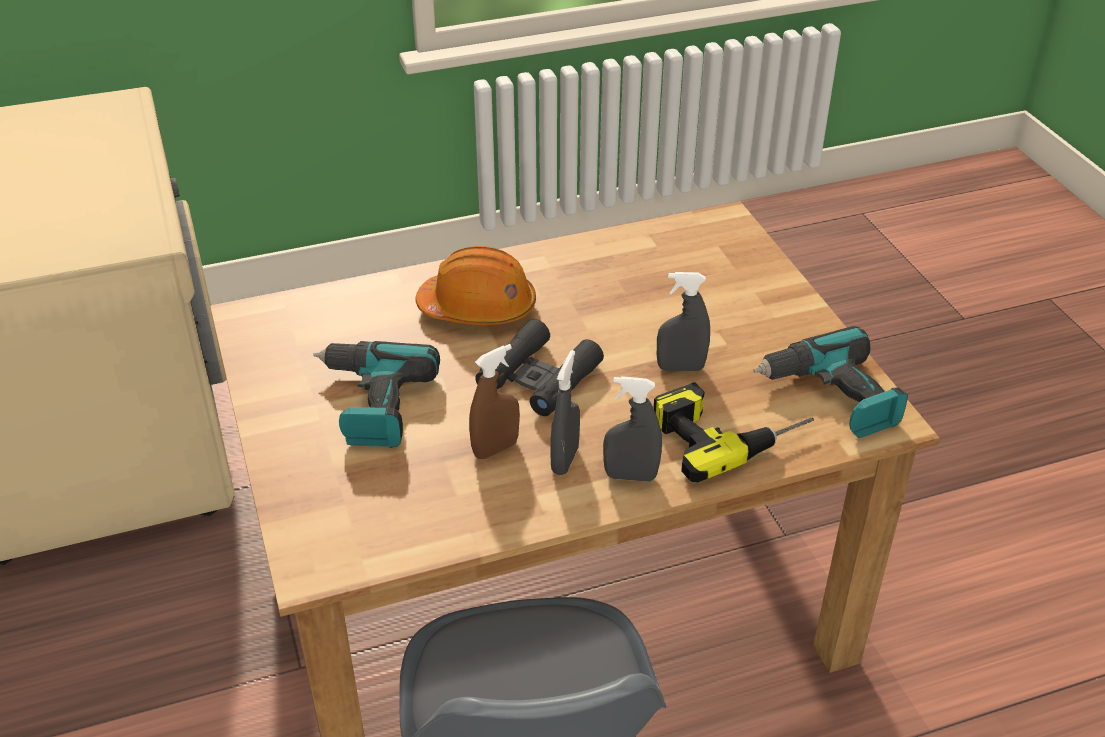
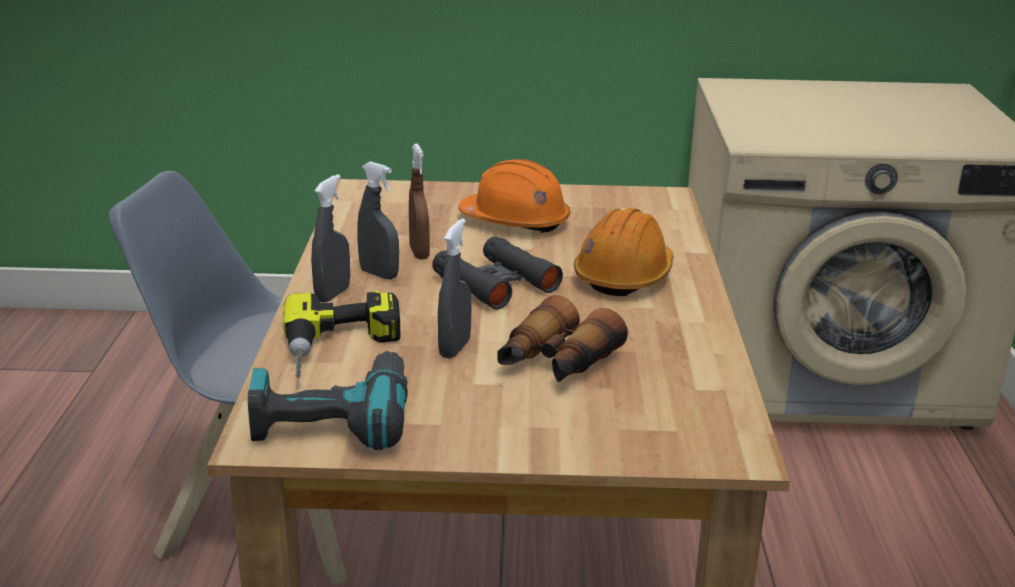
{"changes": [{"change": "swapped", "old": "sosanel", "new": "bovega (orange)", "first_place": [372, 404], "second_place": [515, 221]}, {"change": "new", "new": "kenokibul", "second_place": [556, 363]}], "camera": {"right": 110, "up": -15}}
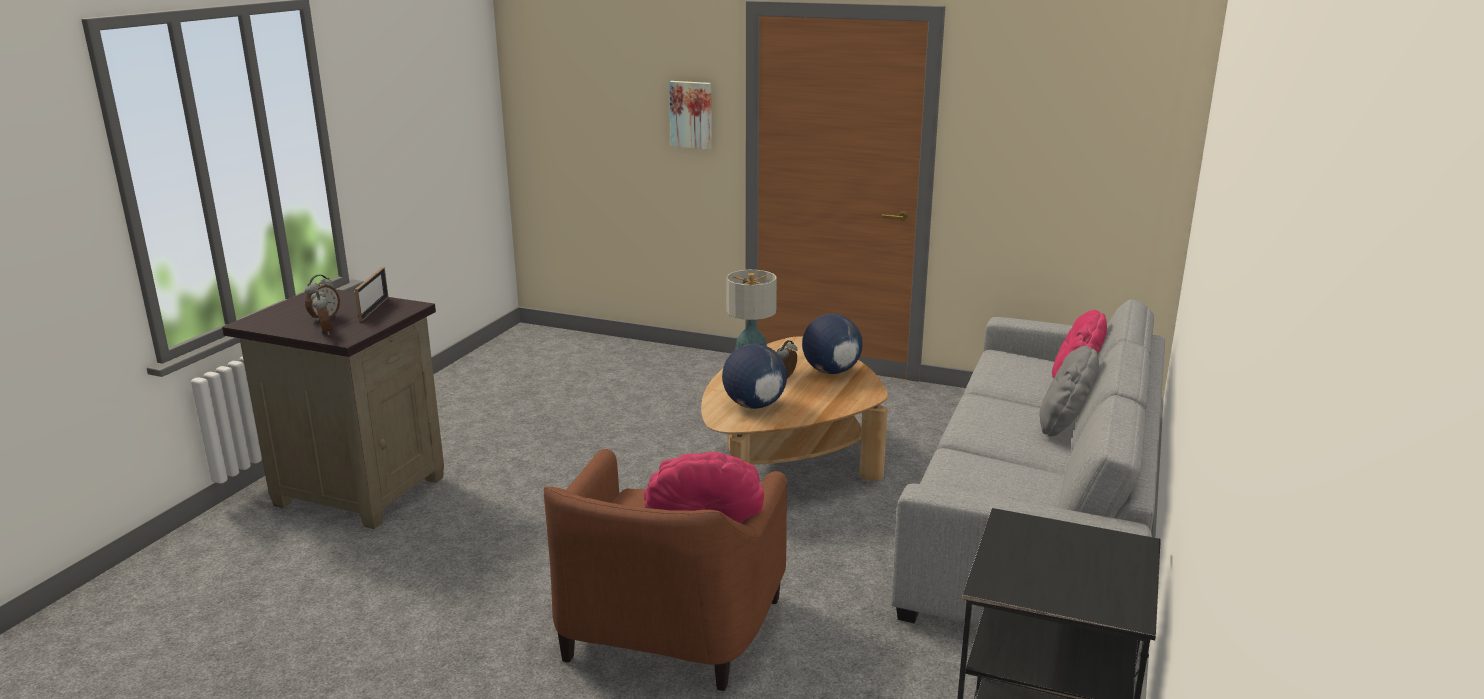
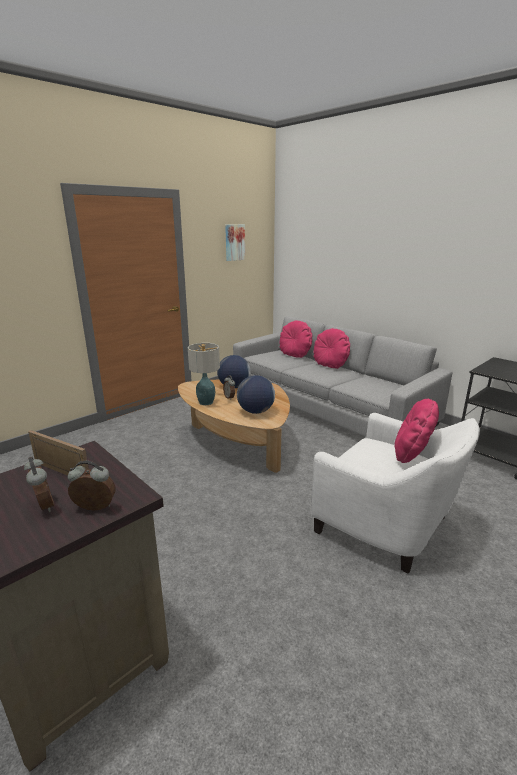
{"changes": [{"change": "repainted", "old": "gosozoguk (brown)", "new": "gosozoguk (white)", "first_place": [666, 631], "second_place": [386, 524]}, {"change": "shifted", "old": "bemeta", "first_place": [692, 114], "second_place": [234, 242]}, {"change": "repainted", "old": "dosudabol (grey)", "new": "dosudabol (pink)", "first_place": [1063, 429], "second_place": [330, 366]}], "camera": {"right": -65, "up": 0}}
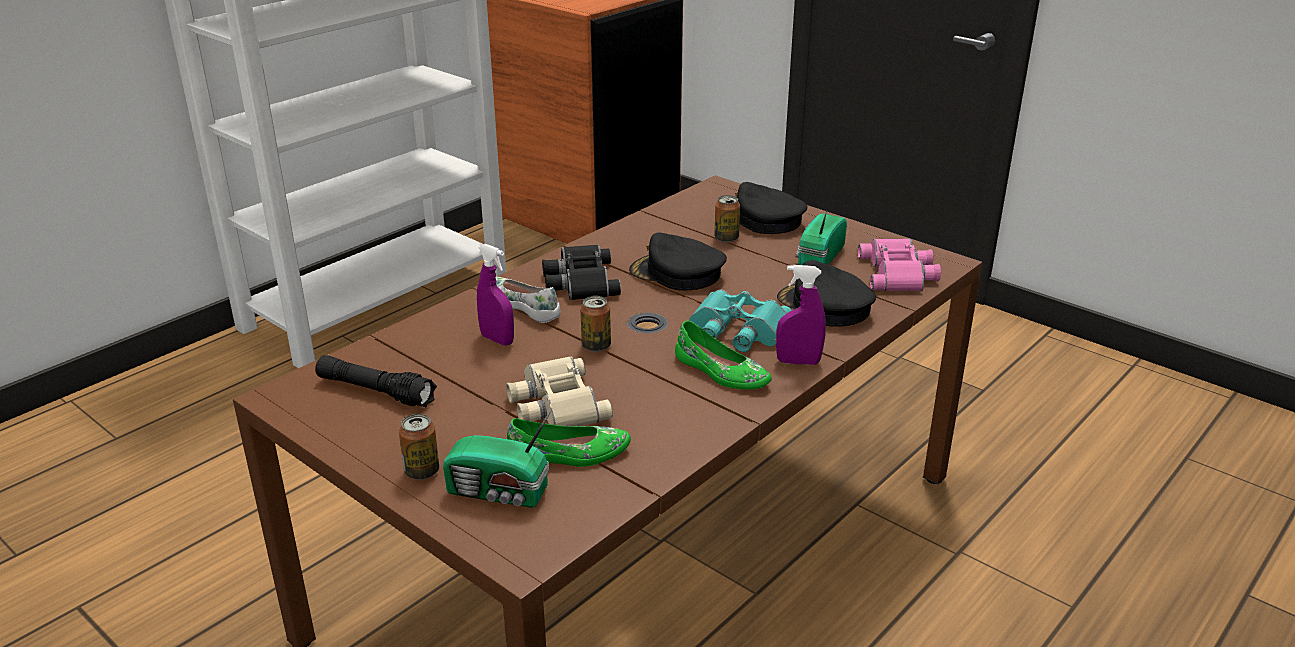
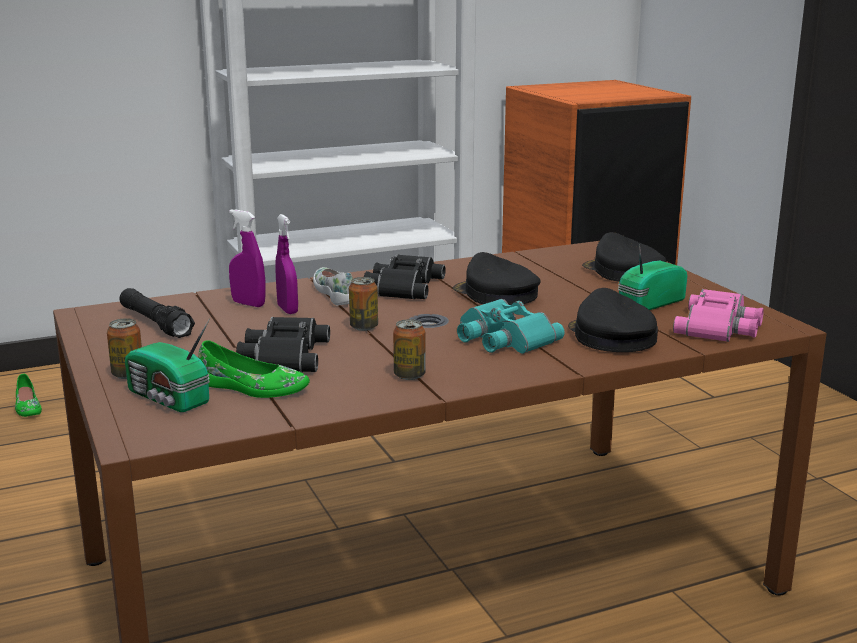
{"changes": [{"change": "repainted", "old": "kenokibul (beige)", "new": "kenokibul (black)", "first_place": [555, 404], "second_place": [282, 355]}, {"change": "shifted", "old": "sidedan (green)", "first_place": [721, 373], "second_place": [27, 407]}, {"change": "shifted", "old": "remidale", "first_place": [726, 238], "second_place": [409, 375]}, {"change": "shifted", "old": "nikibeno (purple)", "first_place": [798, 362], "second_place": [248, 304]}], "camera": {"right": 25, "up": -10}}
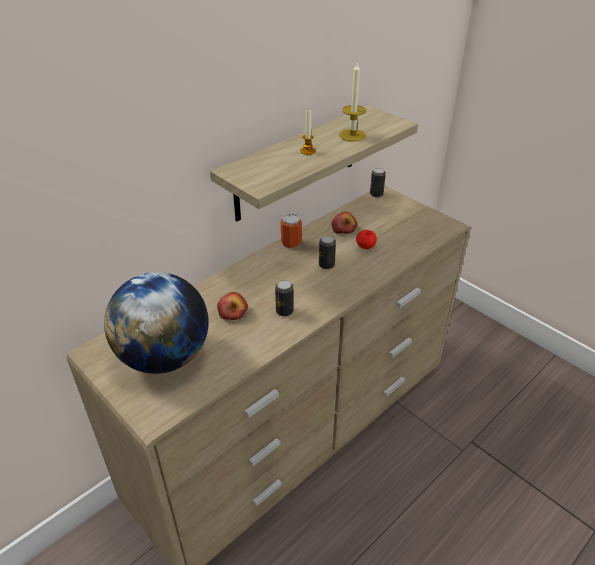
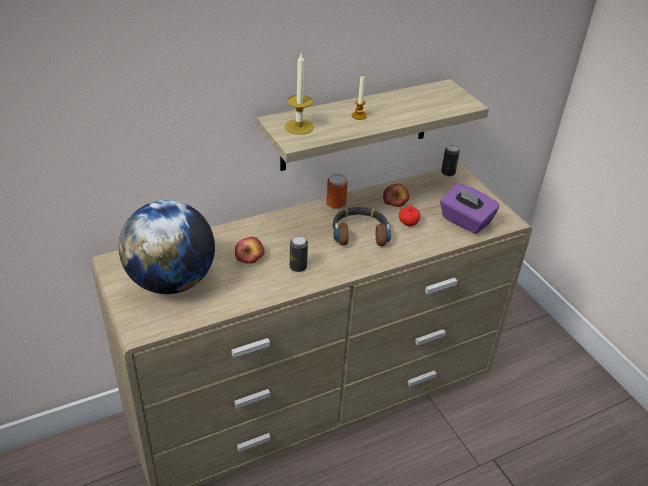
{"changes": [{"change": "swapped", "old": "remidale", "new": "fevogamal", "first_place": [326, 265], "second_place": [360, 233]}, {"change": "shifted", "old": "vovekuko", "first_place": [352, 135], "second_place": [299, 127]}, {"change": "new", "new": "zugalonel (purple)", "second_place": [465, 221]}], "camera": {"right": 15, "up": 0}}
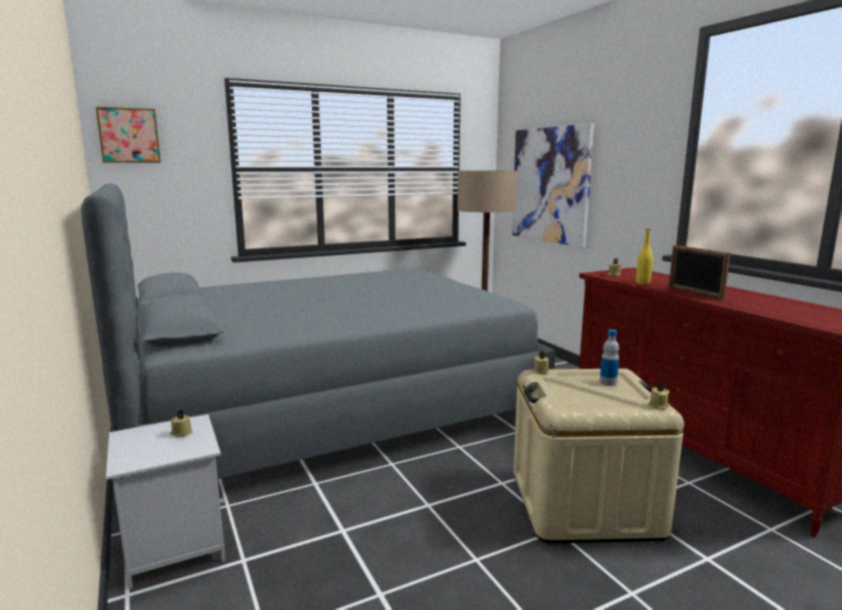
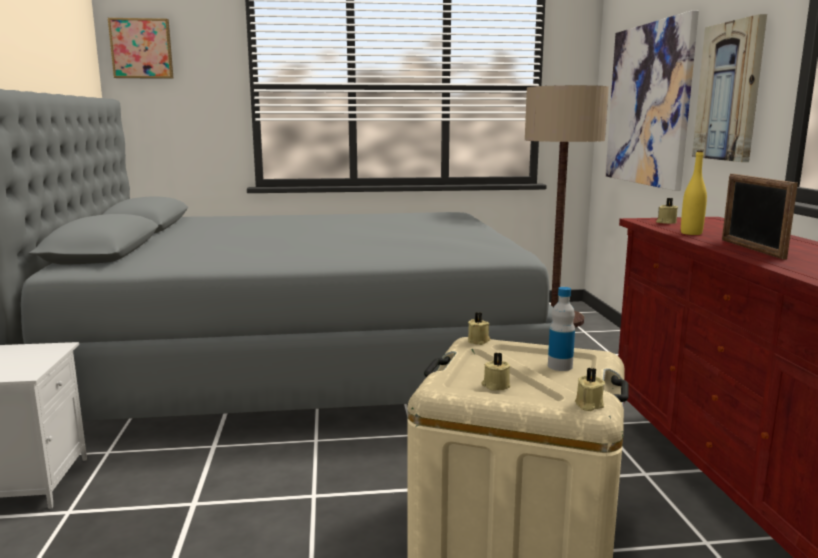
{"changes": [{"change": "shifted", "old": "vovekuko (beige)", "first_place": [181, 433], "second_place": [495, 386]}, {"change": "new", "new": "bemeta", "second_place": [729, 91]}], "camera": {"right": 20, "up": 0}}
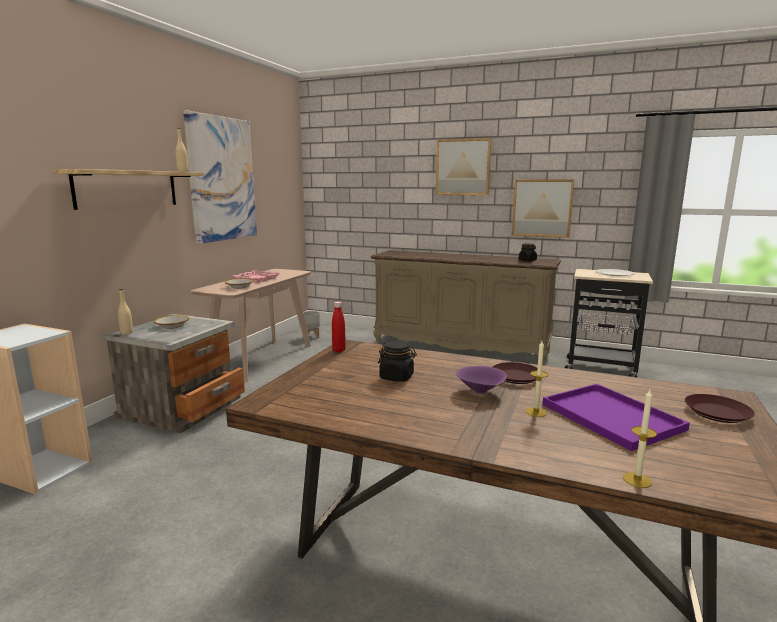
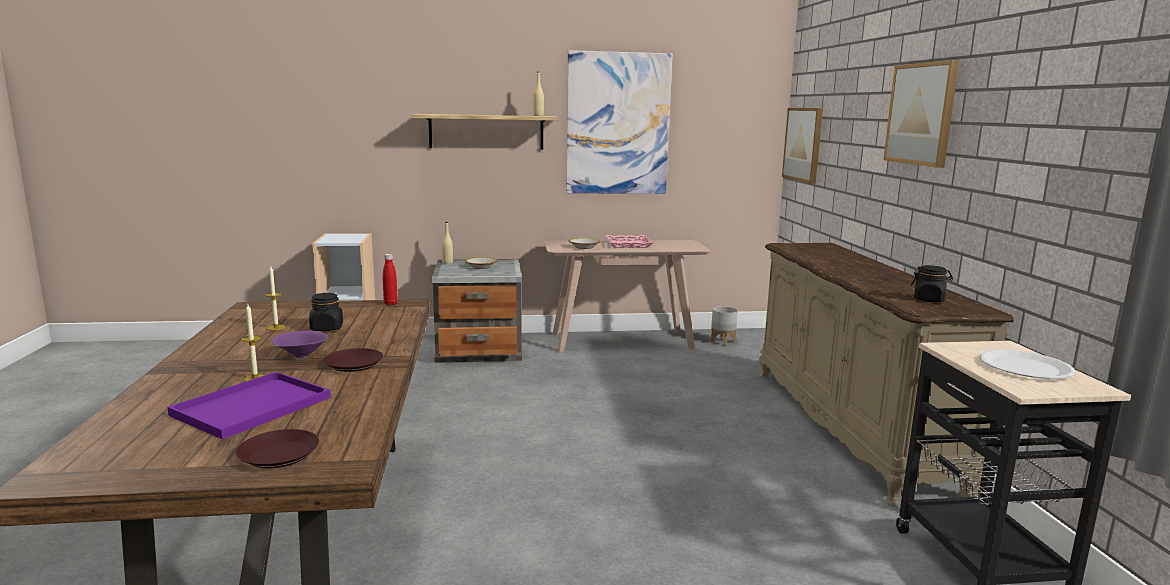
{"changes": [{"change": "shifted", "old": "bemeta", "first_place": [542, 208], "second_place": [803, 144]}, {"change": "shifted", "old": "vovekuko", "first_place": [637, 480], "second_place": [276, 327]}], "camera": {"right": 60, "up": 0}}
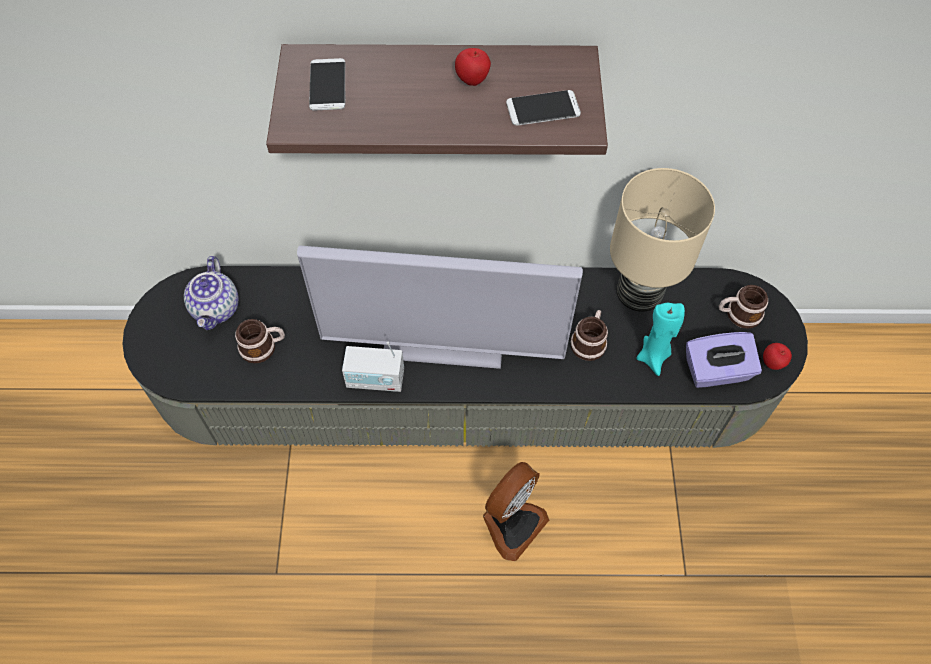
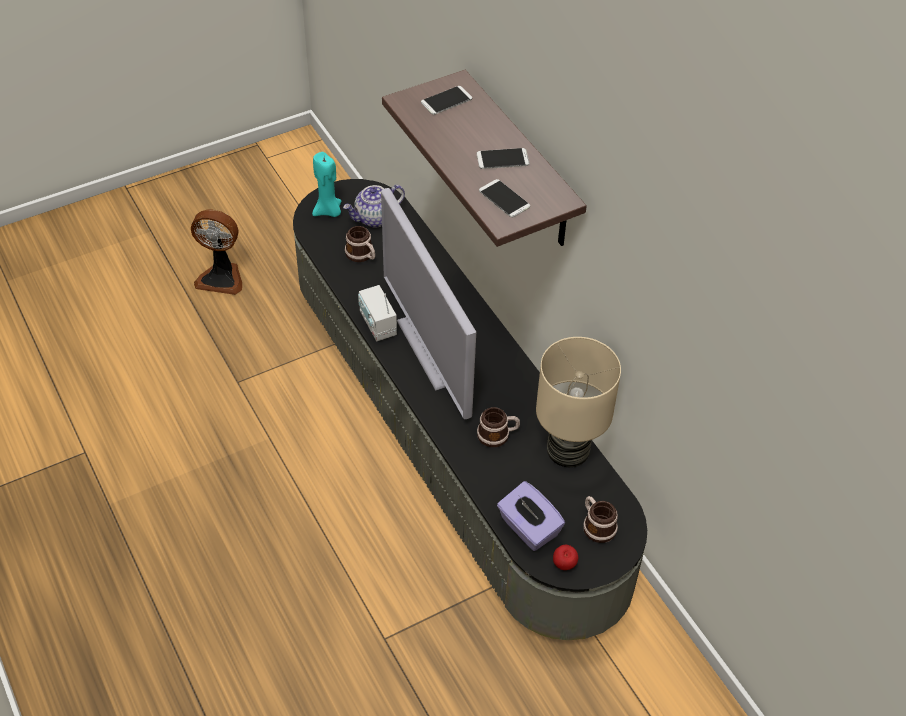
{"changes": [{"change": "swapped", "old": "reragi", "new": "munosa", "first_place": [472, 80], "second_place": [502, 159]}, {"change": "shifted", "old": "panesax", "first_place": [511, 523], "second_place": [221, 277]}, {"change": "shifted", "old": "vovekuko (turquoise)", "first_place": [653, 357], "second_place": [328, 211]}], "camera": {"right": 60, "up": -10}}
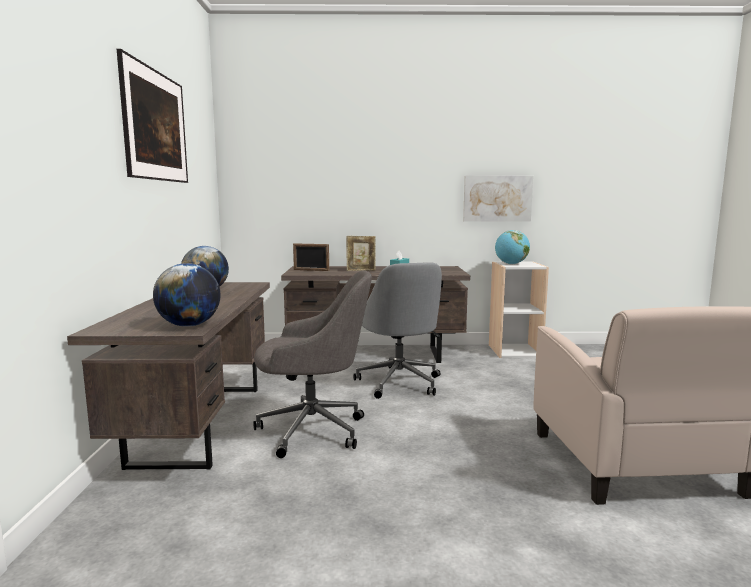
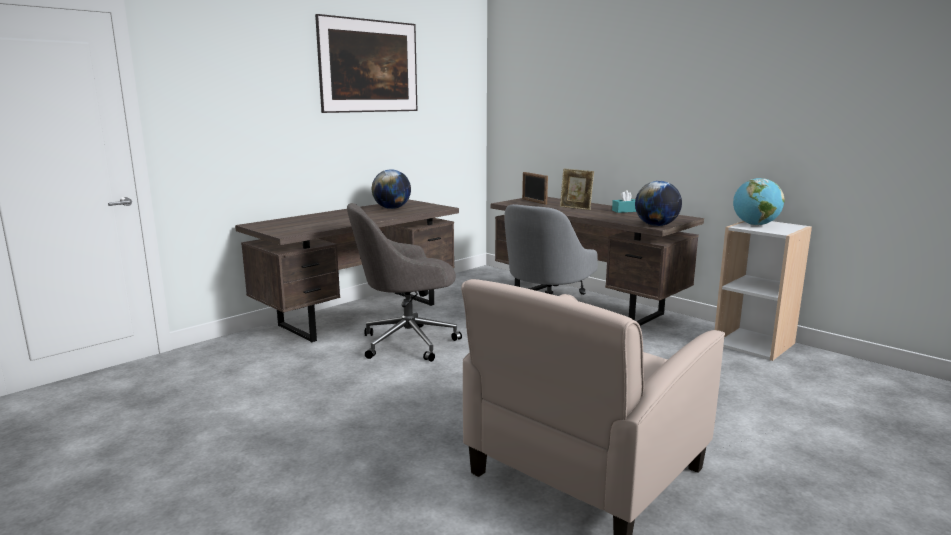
{"changes": [{"change": "shifted", "old": "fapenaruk", "first_place": [189, 325], "second_place": [656, 225]}, {"change": "rotated", "old": "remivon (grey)", "first_place": [313, 430], "second_place": [407, 343], "degrees": 120}, {"change": "gone", "old": "bemeta", "first_place": [497, 198]}], "camera": {"right": 45, "up": 5}}
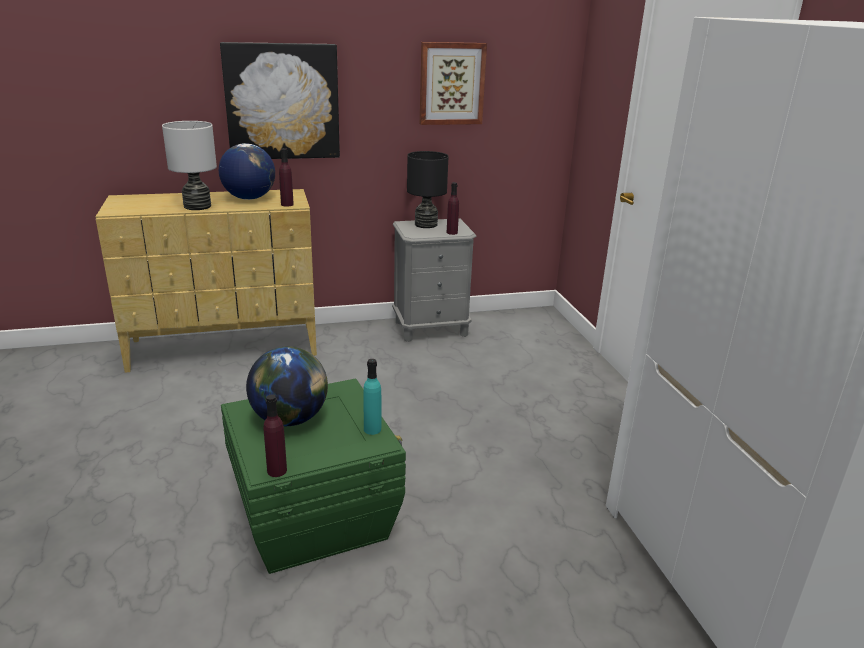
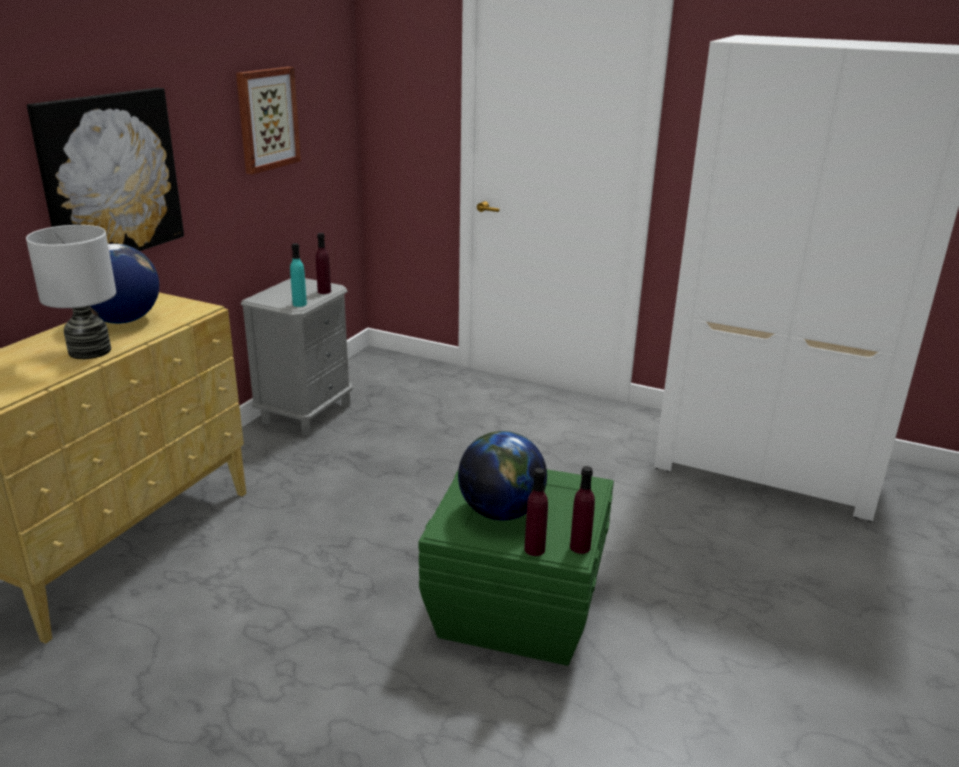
{"changes": [{"change": "shifted", "old": "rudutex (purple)", "first_place": [287, 204], "second_place": [534, 549]}, {"change": "shifted", "old": "rudutex (turquoise)", "first_place": [372, 429], "second_place": [299, 304]}, {"change": "gone", "old": "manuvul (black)", "first_place": [425, 225]}], "camera": {"right": -50, "up": 0}}
